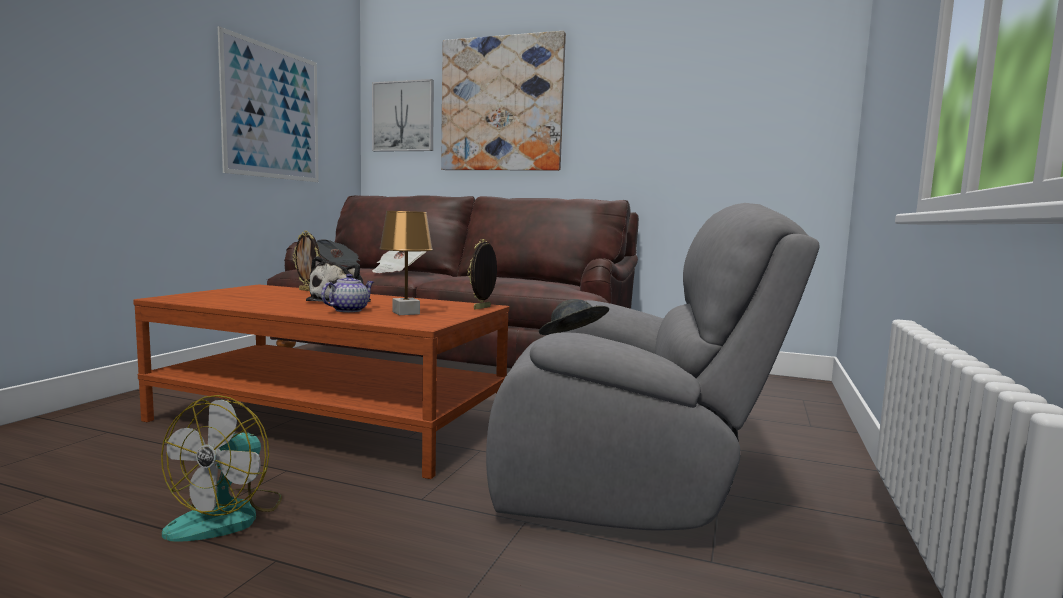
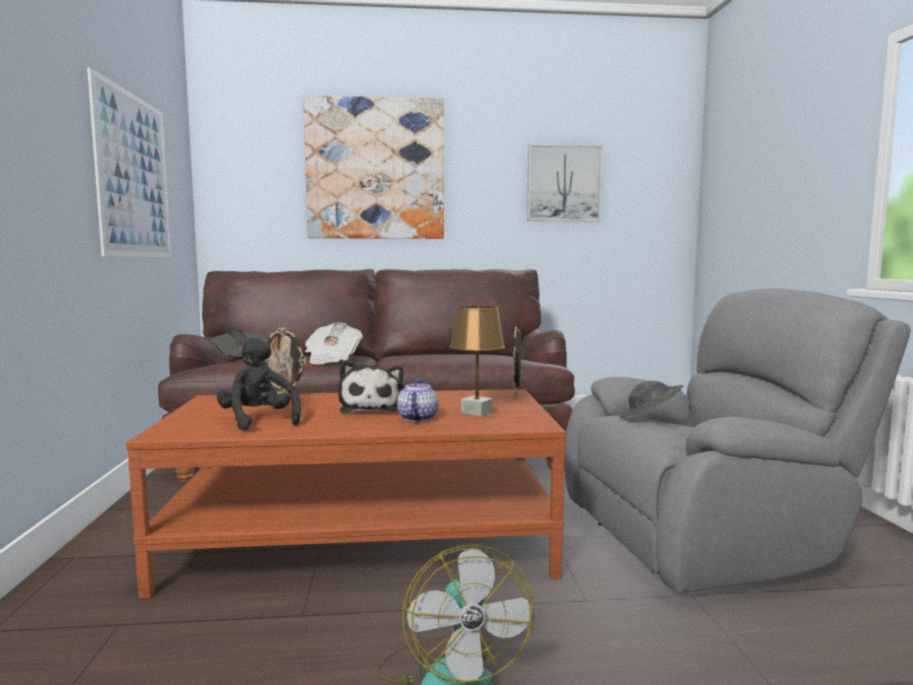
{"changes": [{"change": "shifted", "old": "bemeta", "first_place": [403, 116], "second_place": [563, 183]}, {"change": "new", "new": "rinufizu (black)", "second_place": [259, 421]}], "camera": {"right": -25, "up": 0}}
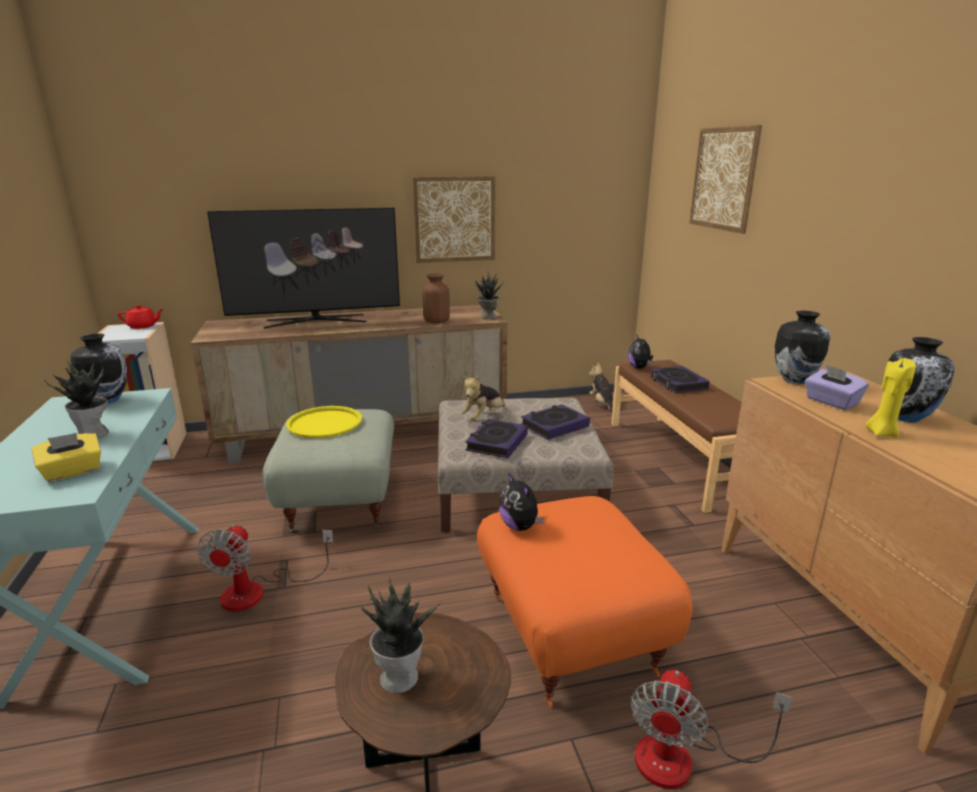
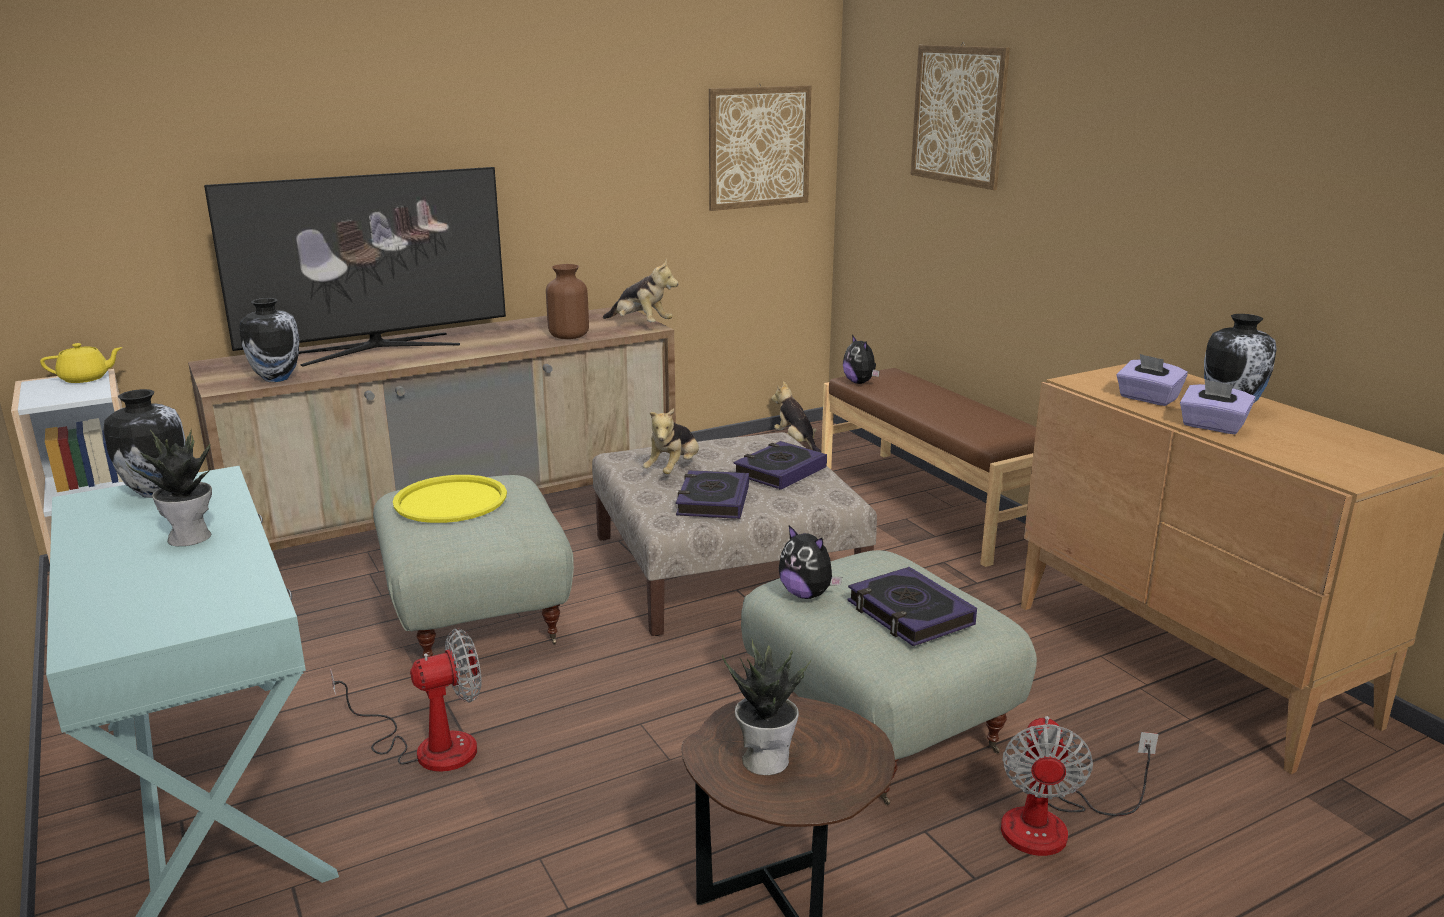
{"changes": [{"change": "gone", "old": "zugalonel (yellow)", "first_place": [73, 471]}, {"change": "repainted", "old": "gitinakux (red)", "new": "gitinakux (yellow)", "first_place": [143, 326], "second_place": [85, 378]}, {"change": "rotated", "old": "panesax", "first_place": [258, 591], "second_place": [428, 746], "degrees": -105}, {"change": "shifted", "old": "bemeta", "first_place": [454, 218], "second_place": [759, 146]}, {"change": "swapped", "old": "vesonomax", "new": "rinufizu", "first_place": [487, 317], "second_place": [640, 325]}, {"change": "repainted", "old": "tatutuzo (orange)", "new": "tatutuzo (grey)", "first_place": [573, 632], "second_place": [880, 724]}, {"change": "shifted", "old": "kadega", "first_place": [677, 383], "second_place": [909, 614]}, {"change": "shifted", "old": "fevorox", "first_place": [794, 380], "second_place": [276, 378]}, {"change": "swapped", "old": "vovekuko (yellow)", "new": "zugalonel (purple)", "first_place": [882, 433], "second_place": [1212, 426]}], "camera": {"right": -15, "up": 0}}
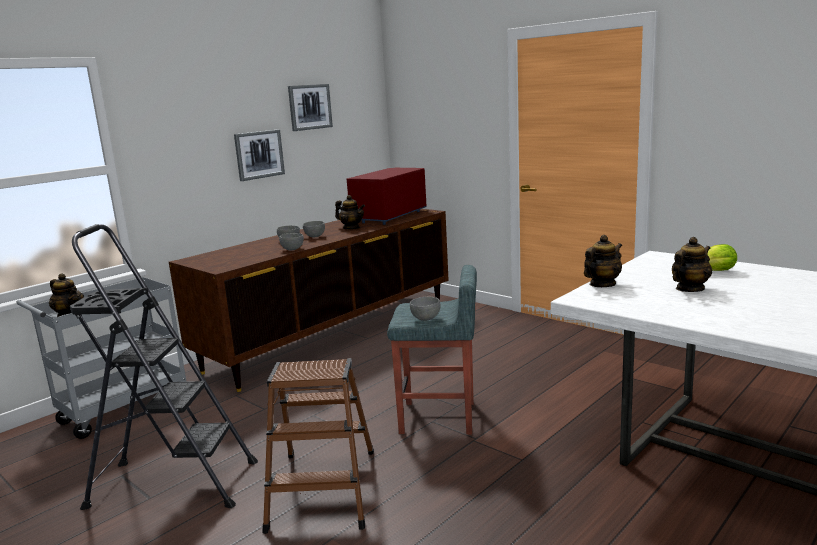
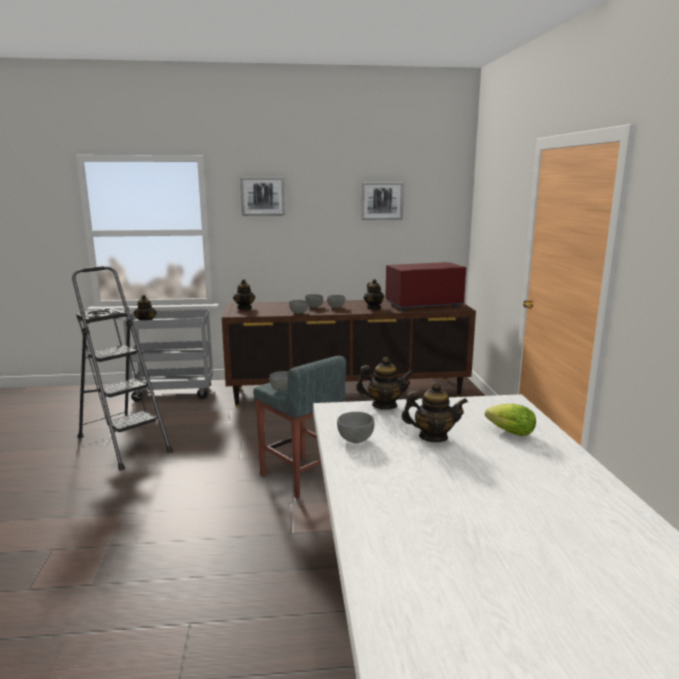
{"changes": [{"change": "shifted", "old": "bemeta", "first_place": [259, 154], "second_place": [263, 196]}, {"change": "gone", "old": "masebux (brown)", "first_place": [323, 488]}, {"change": "new", "new": "gitinakux", "second_place": [245, 308]}, {"change": "new", "new": "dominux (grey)", "second_place": [356, 440]}], "camera": {"right": 40, "up": 0}}
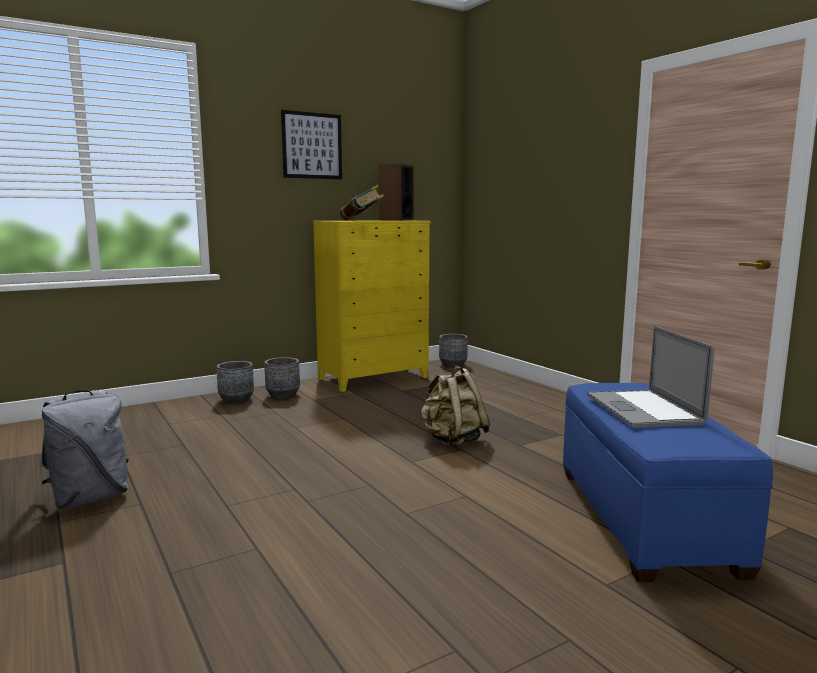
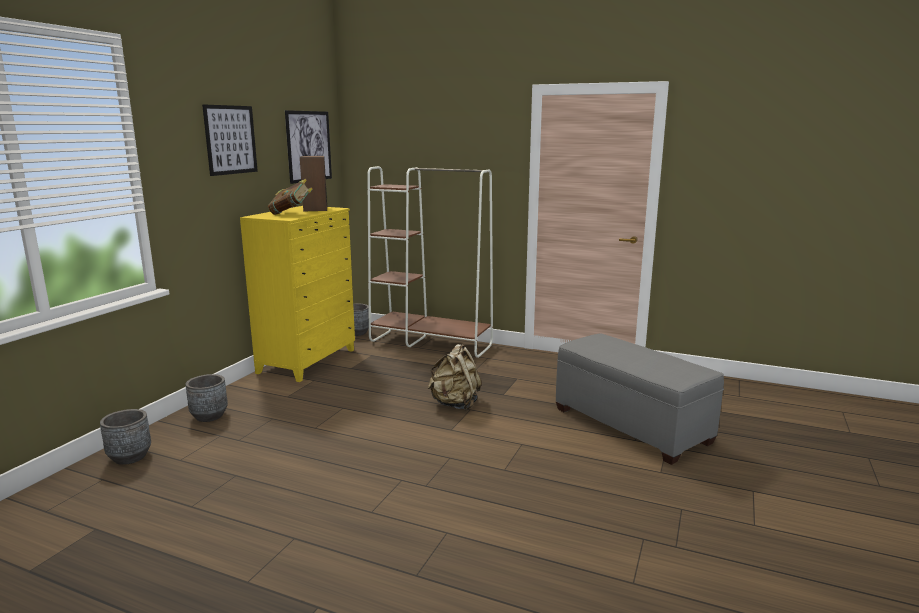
{"changes": [{"change": "gone", "old": "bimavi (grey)", "first_place": [90, 498]}, {"change": "shifted", "old": "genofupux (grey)", "first_place": [283, 395], "second_place": [130, 457]}, {"change": "repainted", "old": "tatutuzo (blue)", "new": "tatutuzo (grey)", "first_place": [645, 519], "second_place": [631, 425]}, {"change": "gone", "old": "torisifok", "first_place": [642, 409]}, {"change": "new", "new": "bemeta", "second_place": [309, 146]}, {"change": "new", "new": "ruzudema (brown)", "second_place": [431, 344]}], "camera": {"right": -35, "up": 5}}
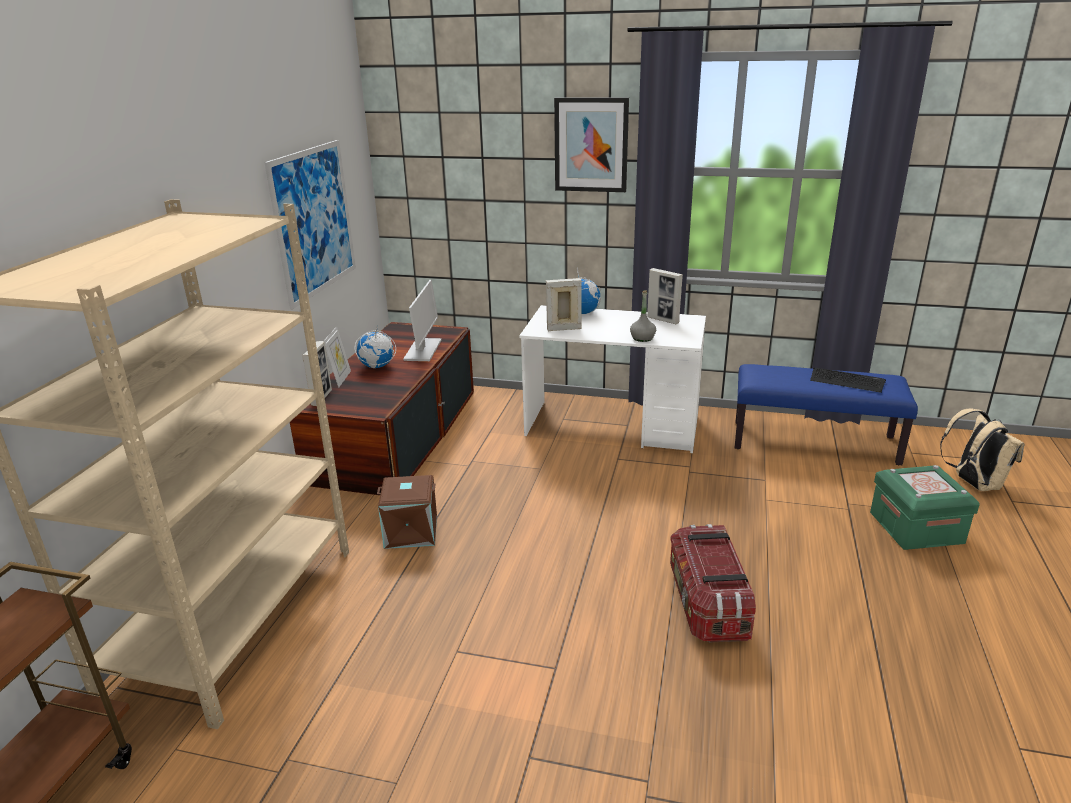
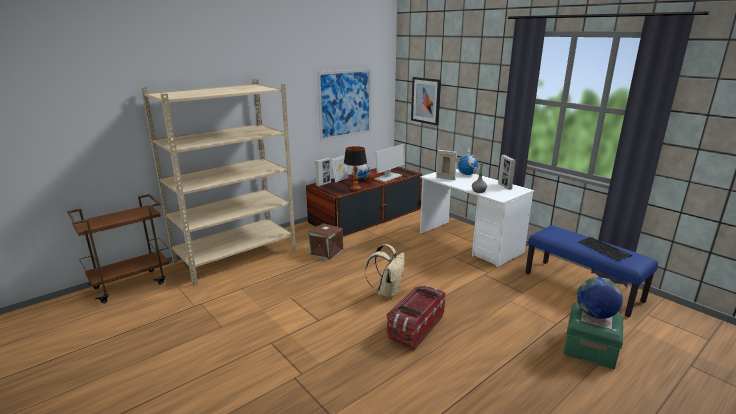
{"changes": [{"change": "shifted", "old": "bemeta", "first_place": [591, 145], "second_place": [426, 100]}, {"change": "shifted", "old": "bimavi (beige)", "first_place": [973, 483], "second_place": [387, 292]}, {"change": "new", "new": "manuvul", "second_place": [355, 189]}, {"change": "new", "new": "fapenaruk", "second_place": [595, 315]}], "camera": {"right": 35, "up": -5}}
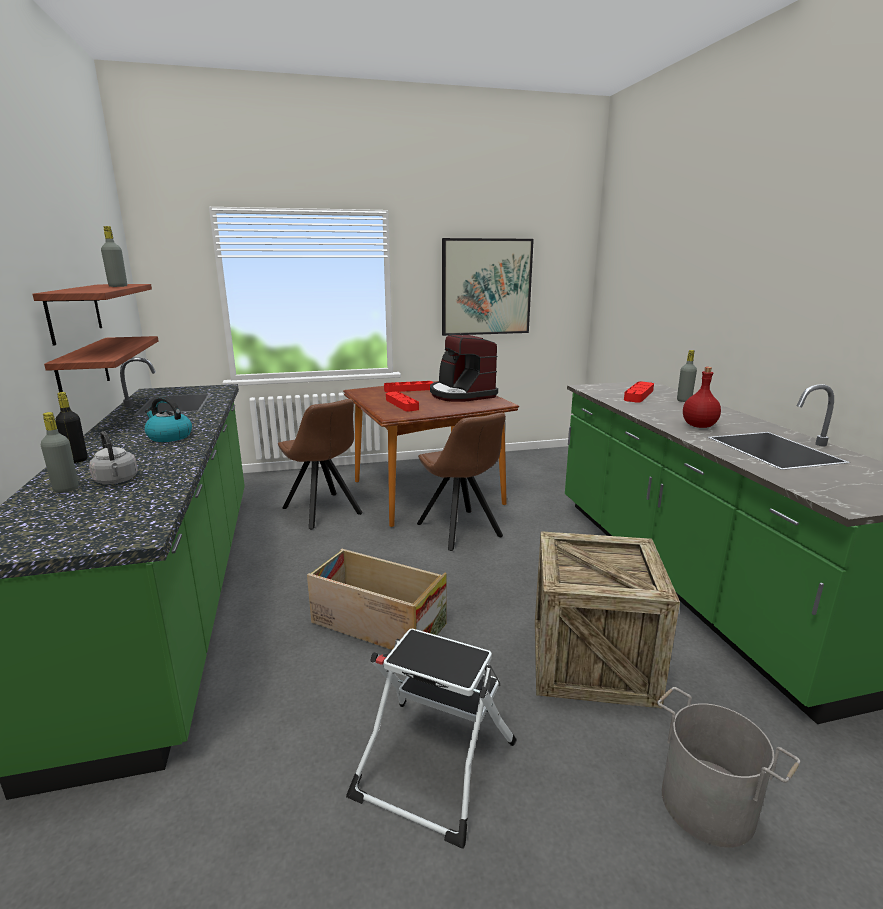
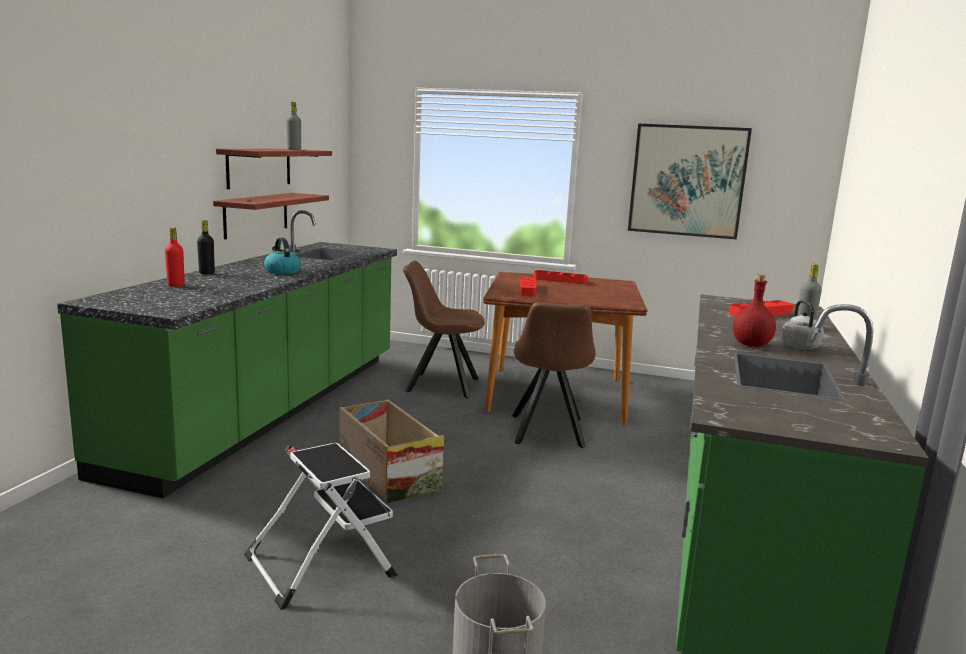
{"changes": [{"change": "repainted", "old": "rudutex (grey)", "new": "rudutex (red)", "first_place": [66, 489], "second_place": [176, 285]}, {"change": "shifted", "old": "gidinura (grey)", "first_place": [117, 481], "second_place": [801, 347]}, {"change": "rotated", "old": "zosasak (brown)", "first_place": [323, 511], "second_place": [442, 385], "degrees": 105}, {"change": "gone", "old": "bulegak", "first_place": [461, 394]}, {"change": "gone", "old": "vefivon", "first_place": [591, 660]}], "camera": {"right": 30, "up": -5}}
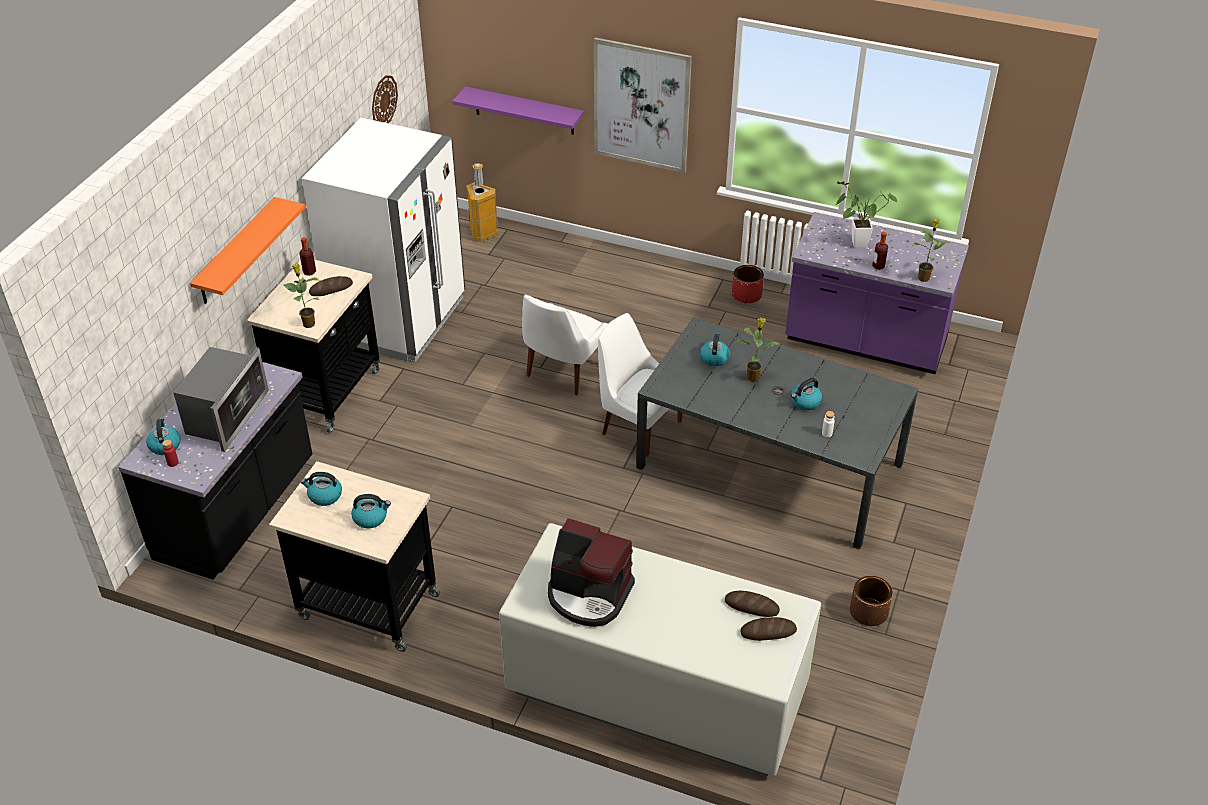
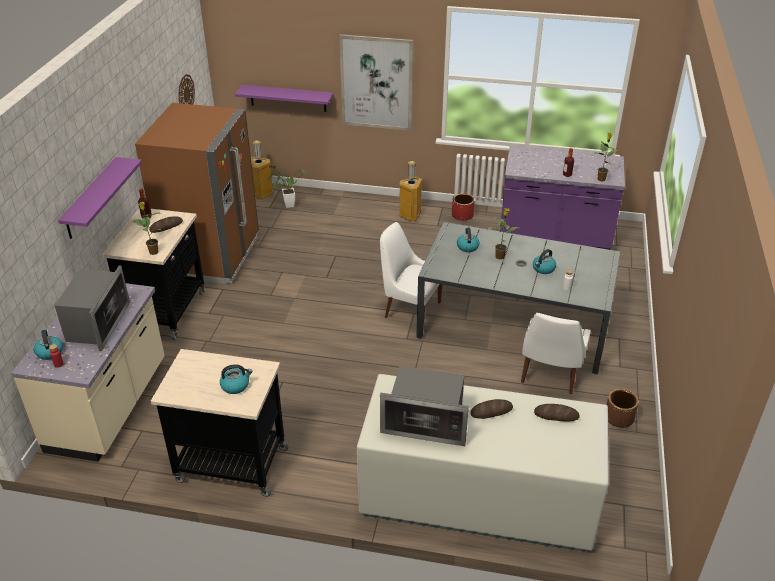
{"changes": [{"change": "repainted", "old": "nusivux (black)", "new": "nusivux (beige)", "first_place": [237, 511], "second_place": [109, 406]}, {"change": "repainted", "old": "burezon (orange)", "new": "burezon (purple)", "first_place": [236, 252], "second_place": [91, 198]}, {"change": "gone", "old": "gidinura", "first_place": [324, 496]}, {"change": "repainted", "old": "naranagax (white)", "new": "naranagax (brown)", "first_place": [399, 319], "second_place": [212, 256]}, {"change": "shifted", "old": "zosasak (white)", "first_place": [563, 372], "second_place": [549, 375]}, {"change": "swapped", "old": "bulegak", "new": "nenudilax", "first_place": [589, 595], "second_place": [426, 423]}, {"change": "shifted", "old": "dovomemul", "first_place": [768, 631], "second_place": [491, 411]}, {"change": "shifted", "old": "vesonomax", "first_place": [855, 244], "second_place": [286, 205]}, {"change": "new", "new": "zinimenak", "second_place": [411, 216]}], "camera": {"right": -10, "up": -5}}
